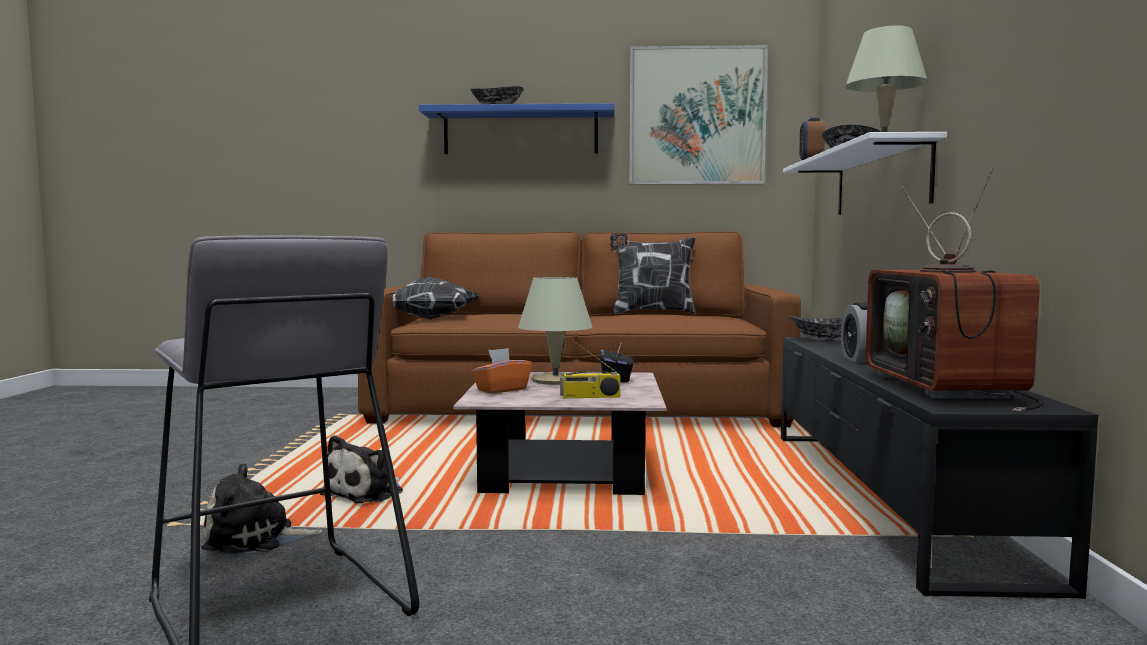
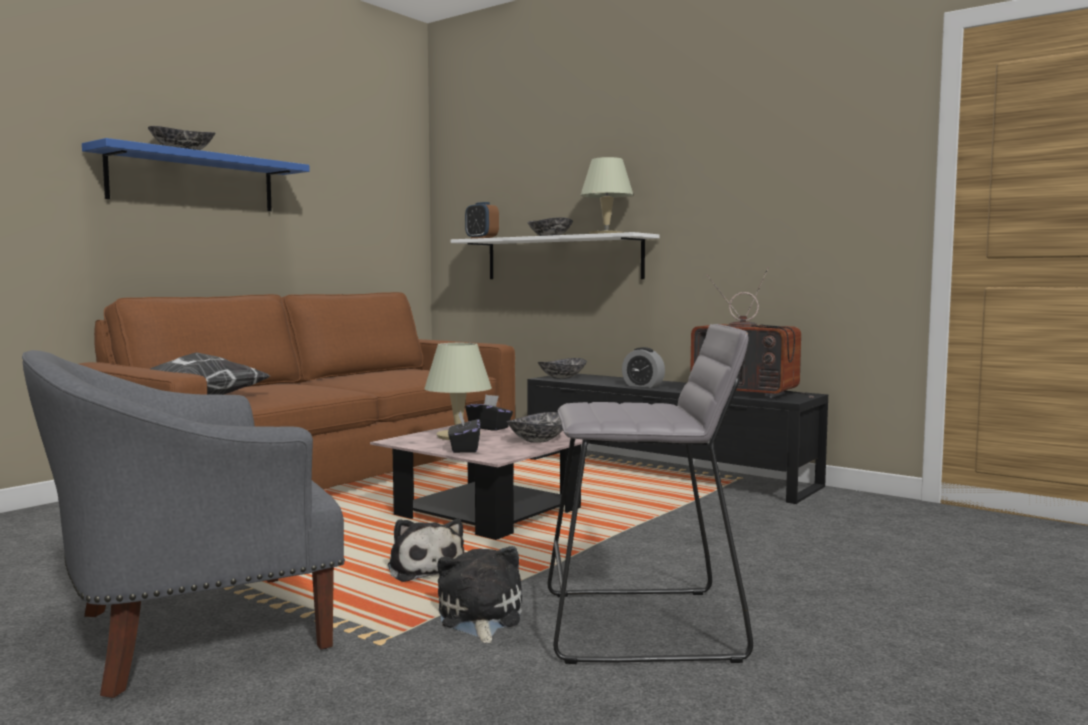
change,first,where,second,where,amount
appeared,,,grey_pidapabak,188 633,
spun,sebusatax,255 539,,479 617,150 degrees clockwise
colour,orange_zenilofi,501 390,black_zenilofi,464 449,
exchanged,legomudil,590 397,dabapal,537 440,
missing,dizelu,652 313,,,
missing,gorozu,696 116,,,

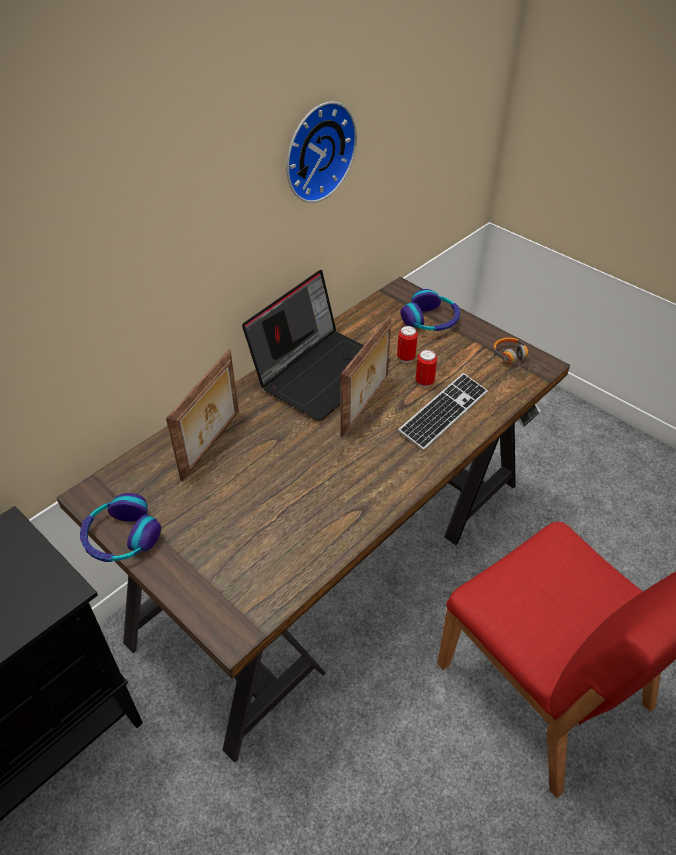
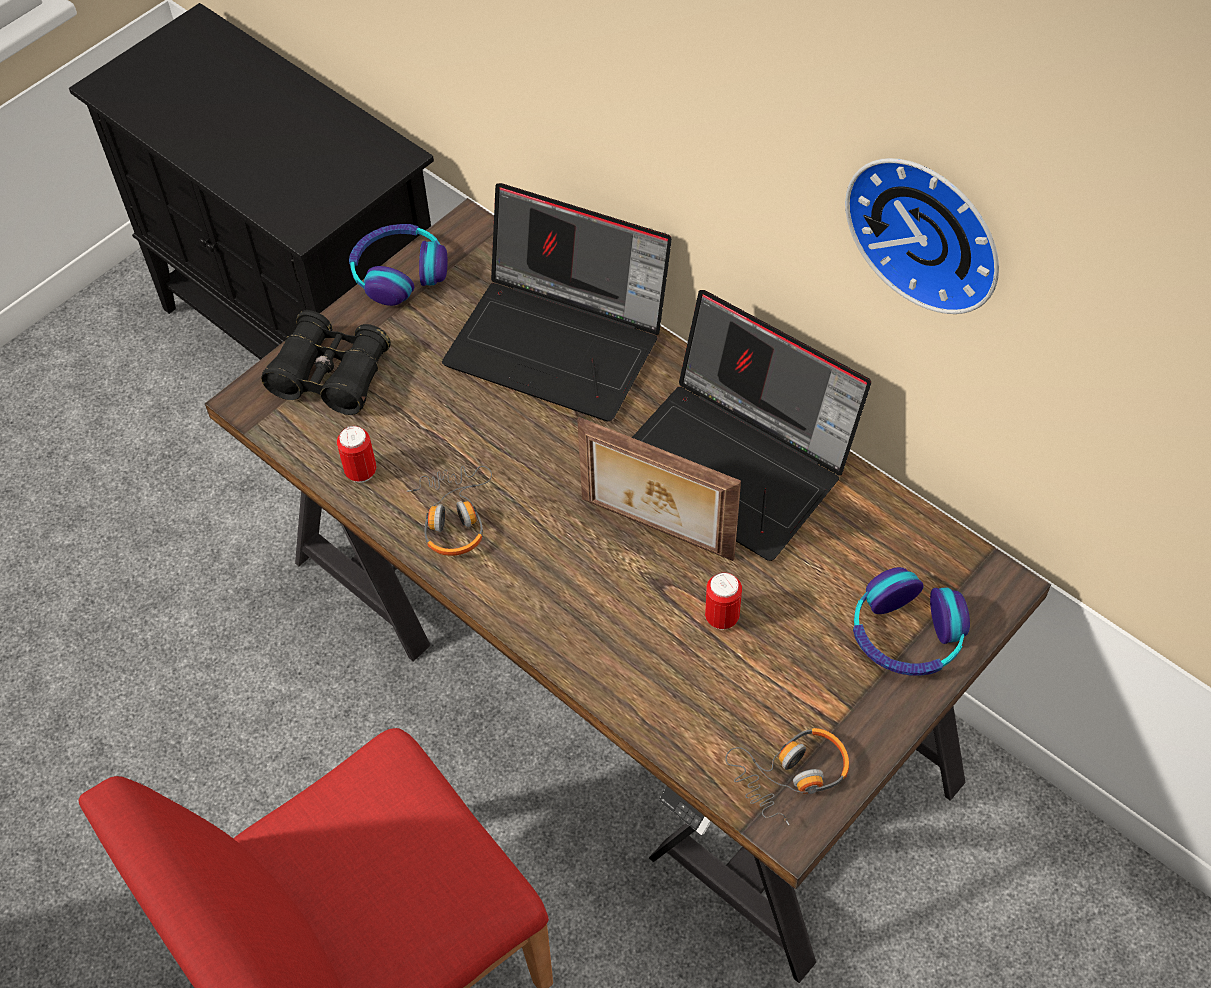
change,first,where,second,where,amount
appeared,,,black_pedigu,330 375,
relocated,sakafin,406 358,,361 472,
appeared,,,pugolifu,454 517,
exchanged,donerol,212 445,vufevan,561 341,
missing,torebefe,443 413,,,

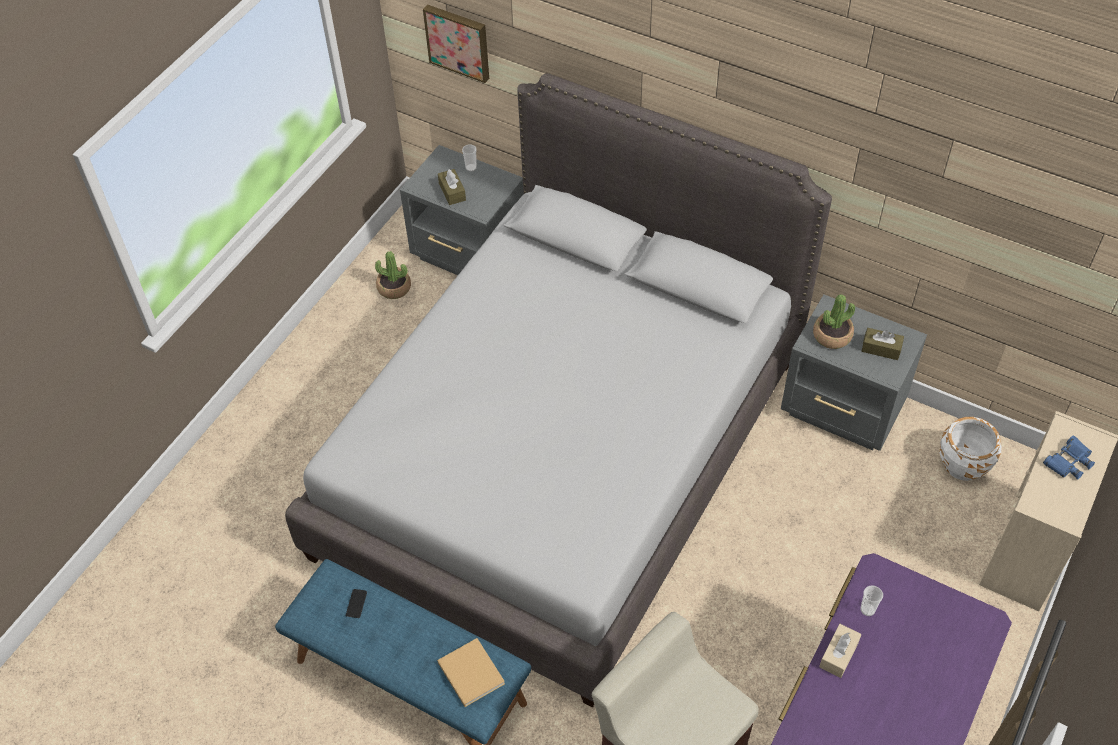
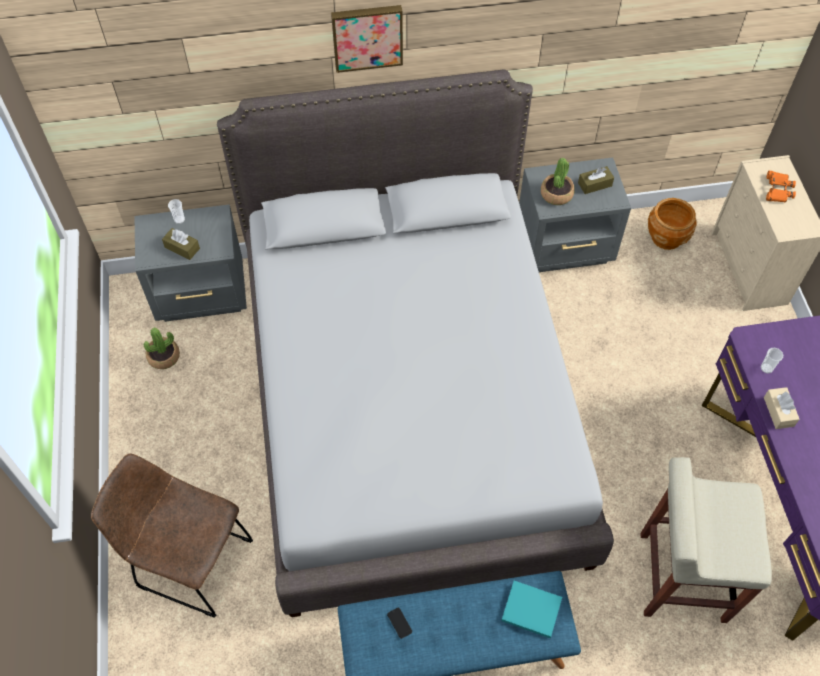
change,first,where,second,where,amount
appeared,,,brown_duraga,190 561,
relocated,gorozu,458 41,,367 36,
colour,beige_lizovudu,470 671,turquoise_lizovudu,529 609,
colour,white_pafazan,963 464,brown_pafazan,666 237,
colour,blue_pedigu,1068 461,orange_pedigu,778 190,

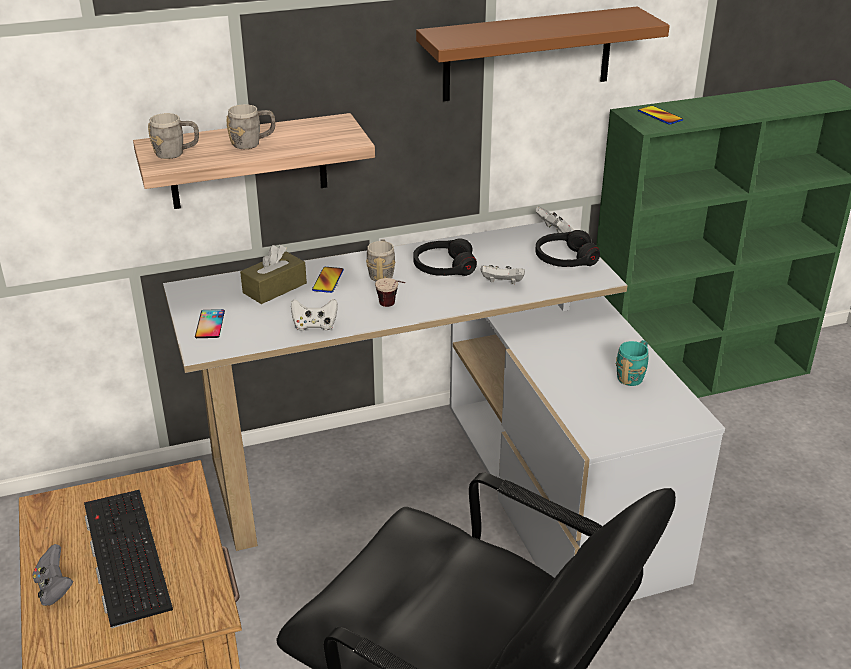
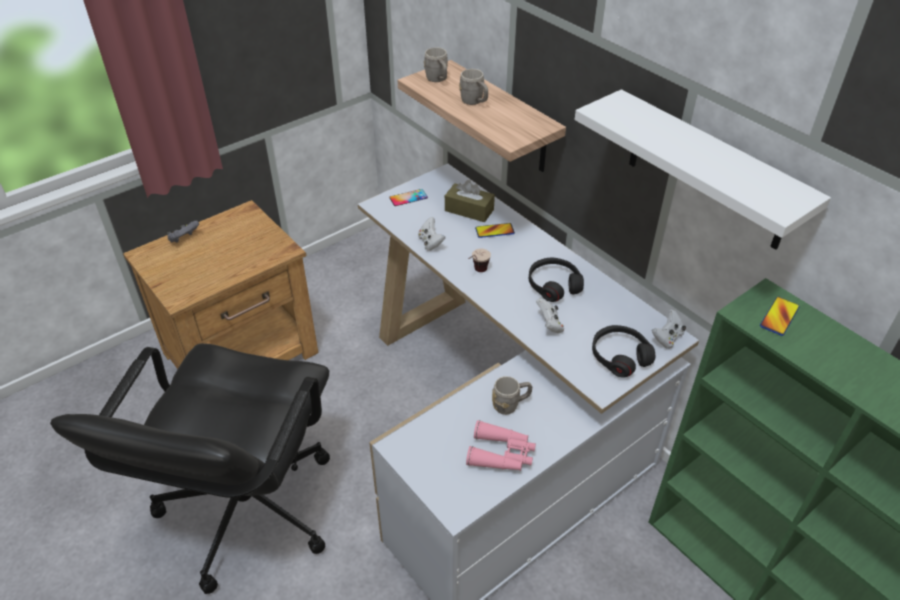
change,first,where,second,where,amount
exchanged,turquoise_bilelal,632 375,pink_pedigu,502 454,
relocated,grey_bilelal,381 273,,511 405,
colour,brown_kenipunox,528 54,white_kenipunox,707 171,
missing,torebefe,123 554,,,

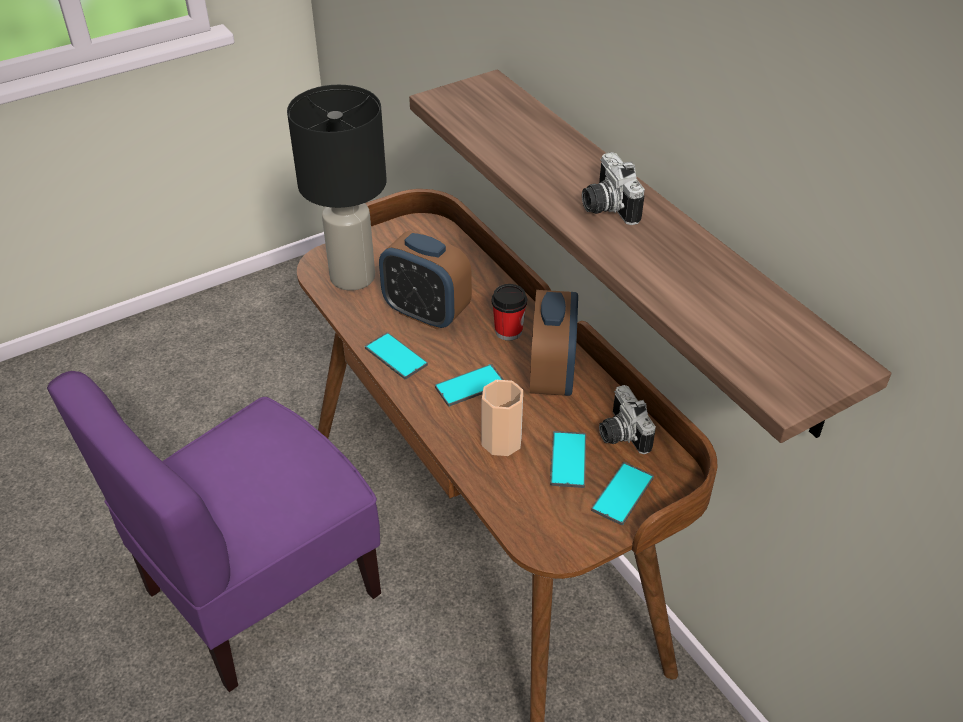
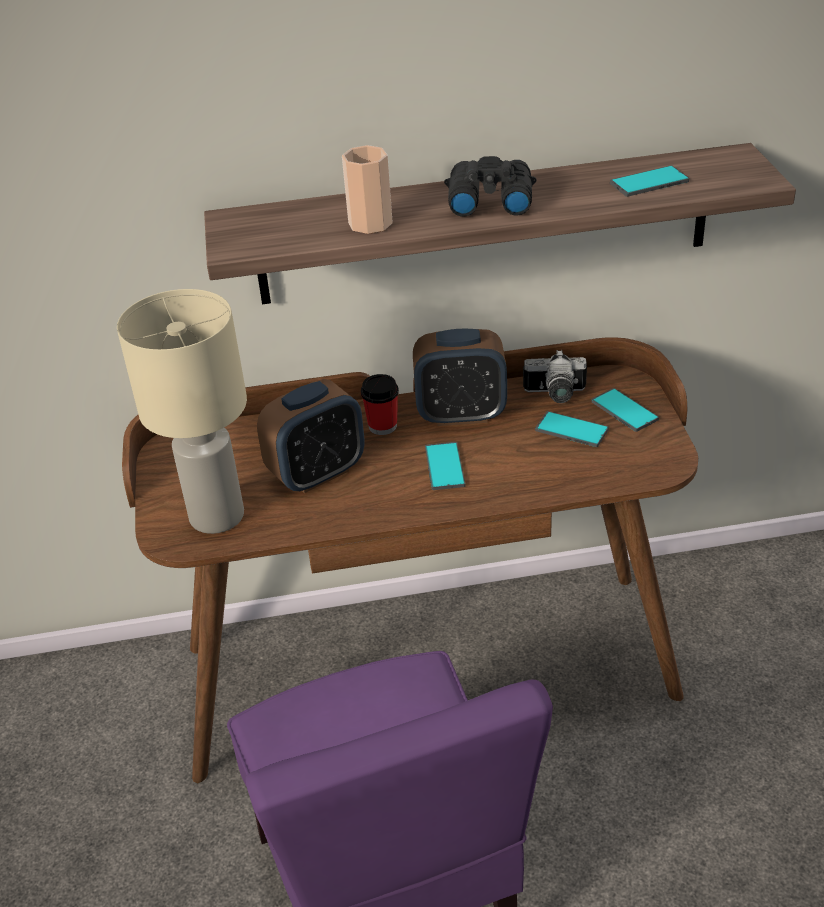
change,first,where,second,where,amount
colour,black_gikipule,354 277,beige_gikipule,217 515,
relocated,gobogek,501 441,,370 223,
spun,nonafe,551 376,,461 414,150 degrees clockwise
exchanged,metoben,605 207,black_pedigu,488 200,
relocated,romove,396 356,,649 182,

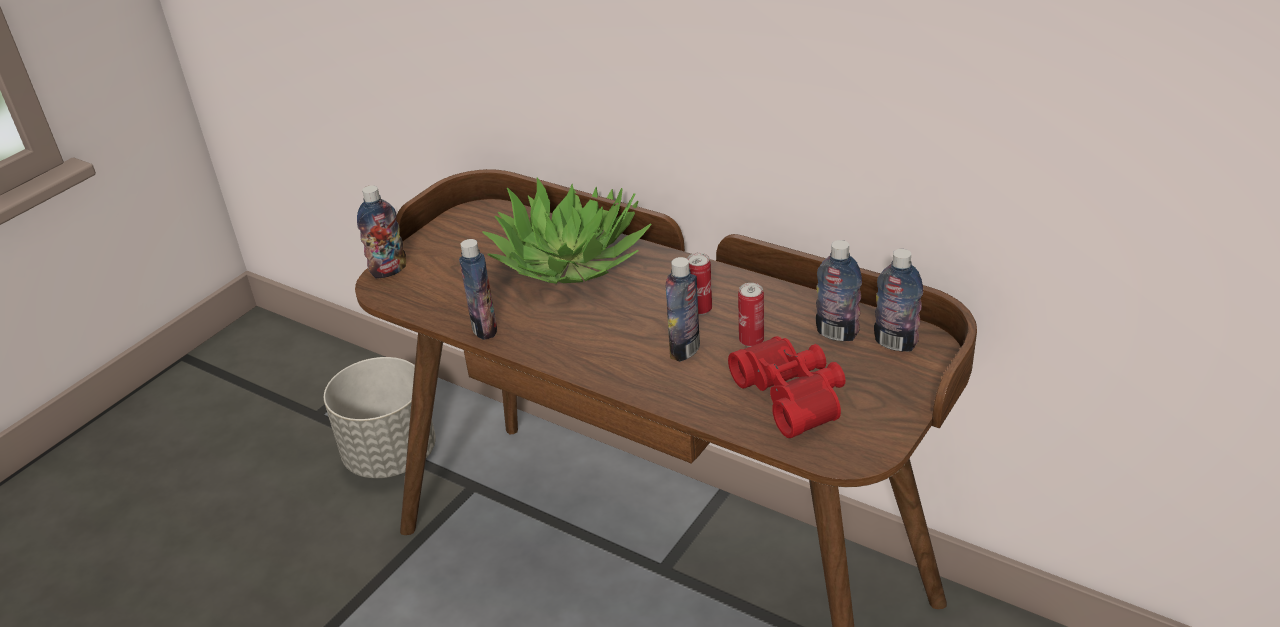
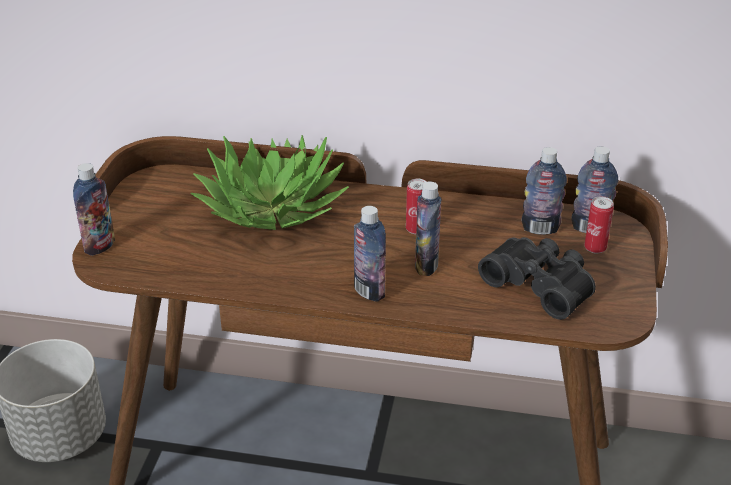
change,first,where,second,where,amount
relocated,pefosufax,484 328,,369 291,
colour,red_pedigu,793 395,black_pedigu,540 285,
relocated,sakafin,751 341,,595 248,

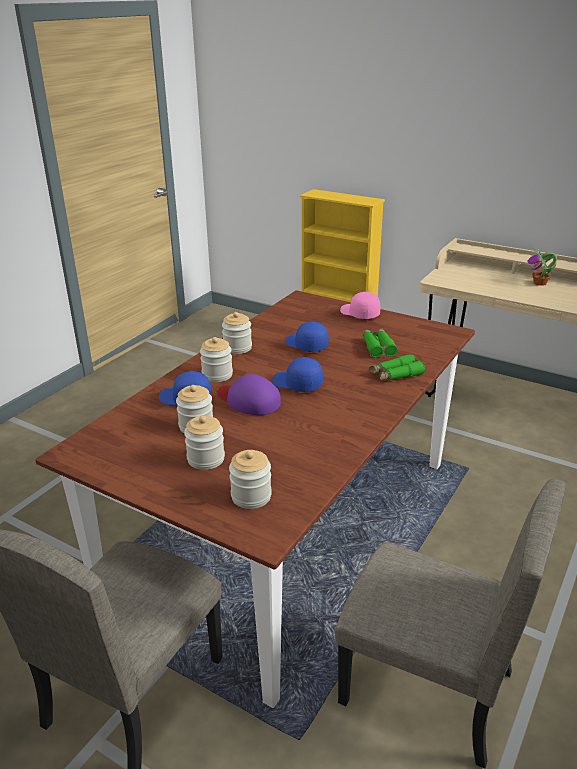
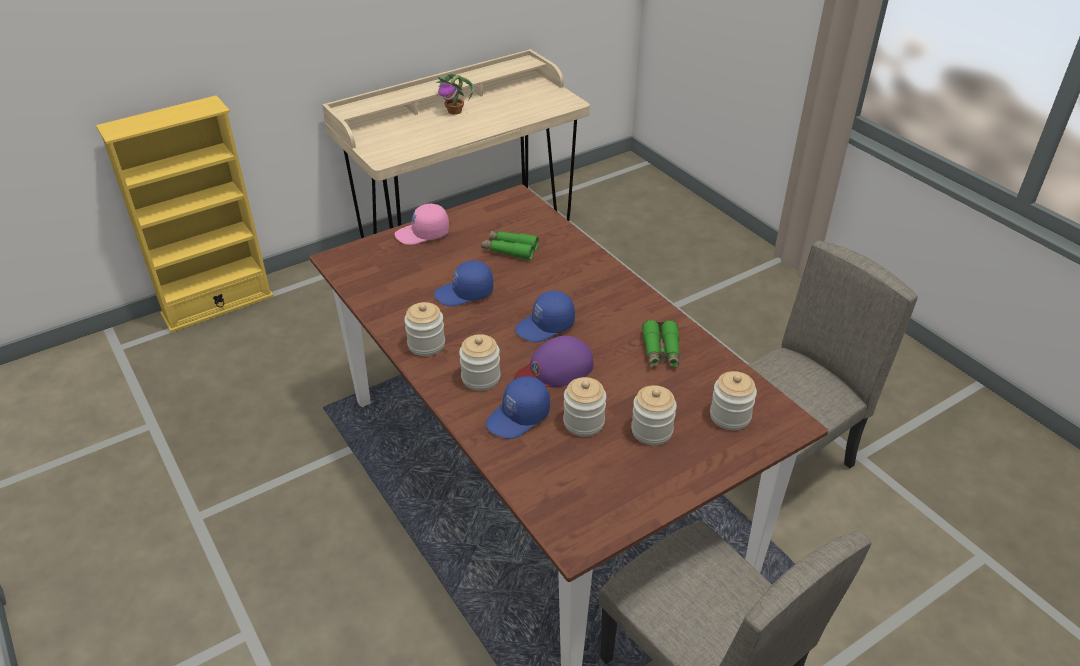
change,first,where,second,where,amount
relocated,green_pedigu,395 375,,661 351,

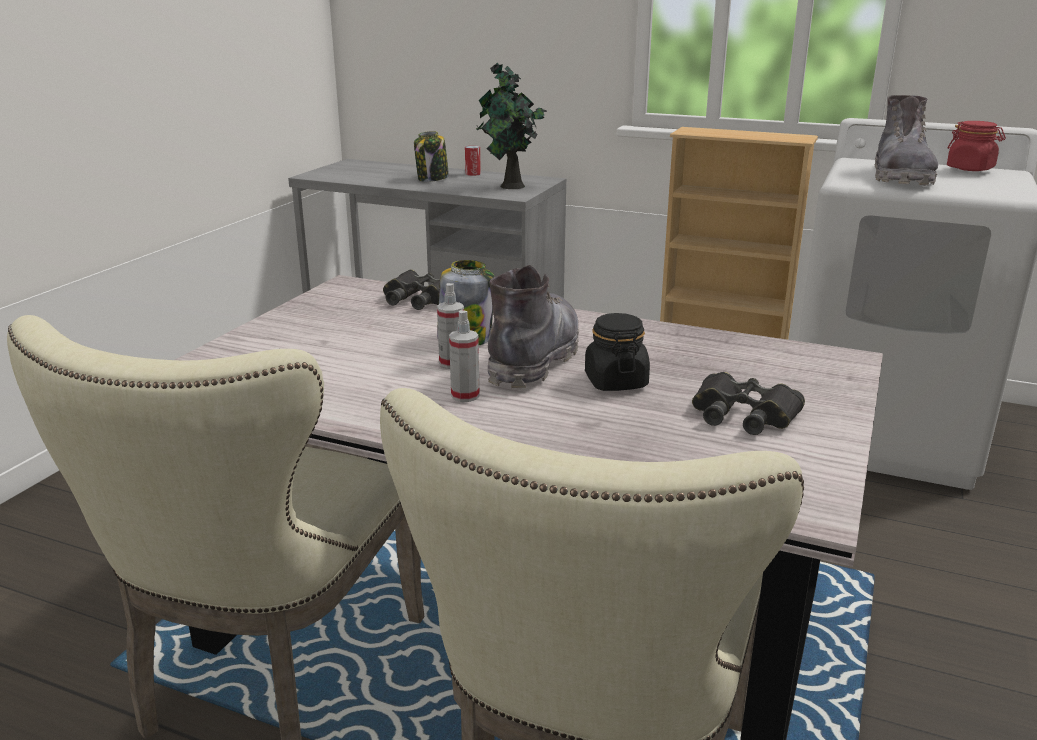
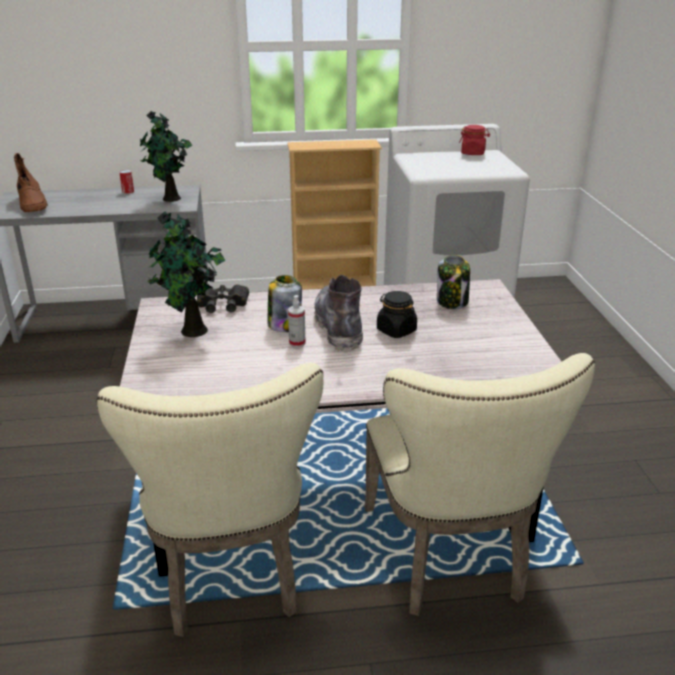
change,first,where,second,where,amount
appeared,,,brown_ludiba,33 204,
appeared,,,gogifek,192 332,
relocated,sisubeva,432 179,,452 302,
missing,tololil,465 396,,,
missing,black_pedigu,743 414,,,
missing,grey_ludiba,900 177,,,

